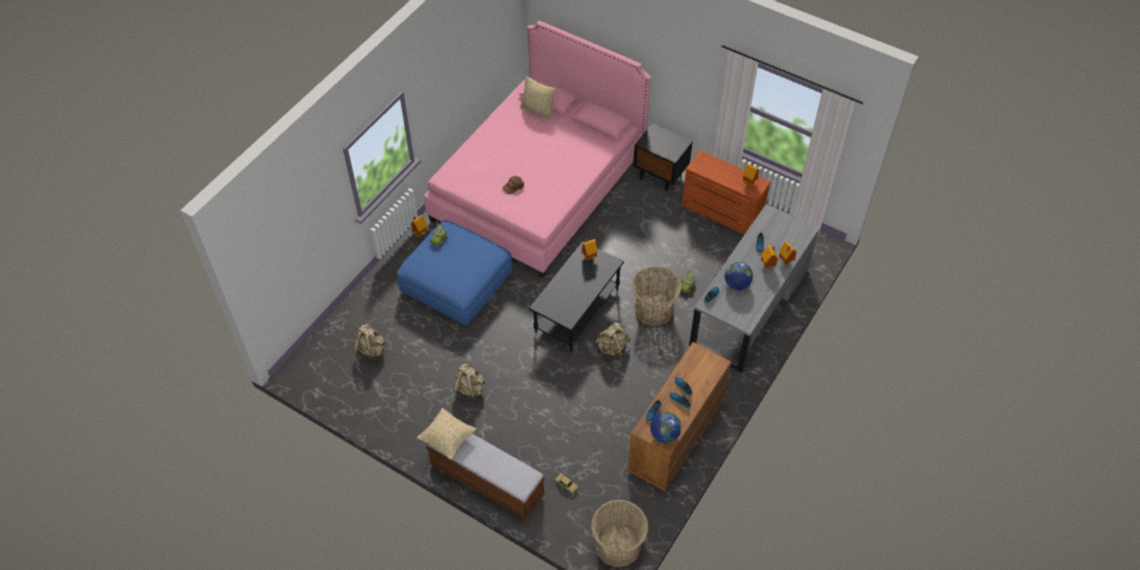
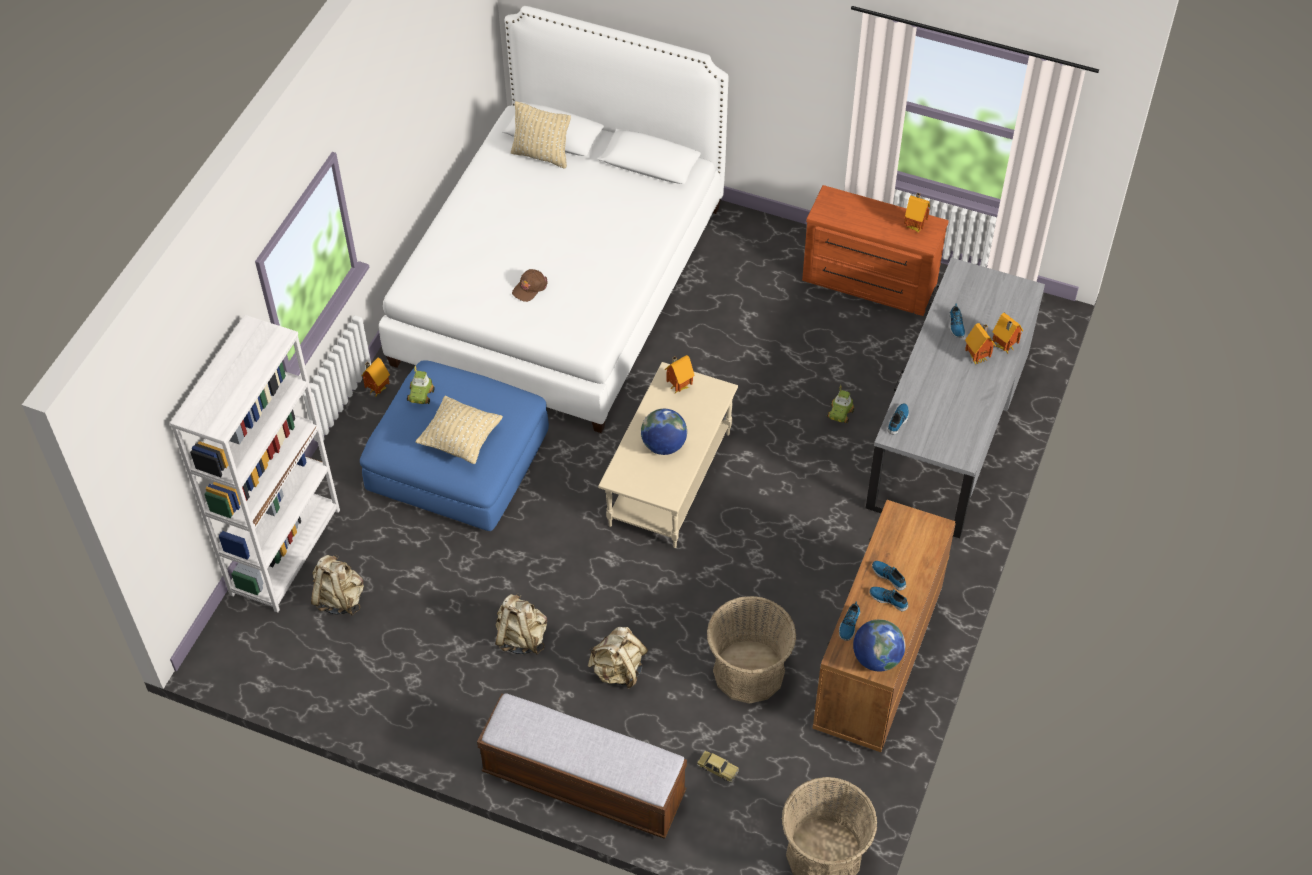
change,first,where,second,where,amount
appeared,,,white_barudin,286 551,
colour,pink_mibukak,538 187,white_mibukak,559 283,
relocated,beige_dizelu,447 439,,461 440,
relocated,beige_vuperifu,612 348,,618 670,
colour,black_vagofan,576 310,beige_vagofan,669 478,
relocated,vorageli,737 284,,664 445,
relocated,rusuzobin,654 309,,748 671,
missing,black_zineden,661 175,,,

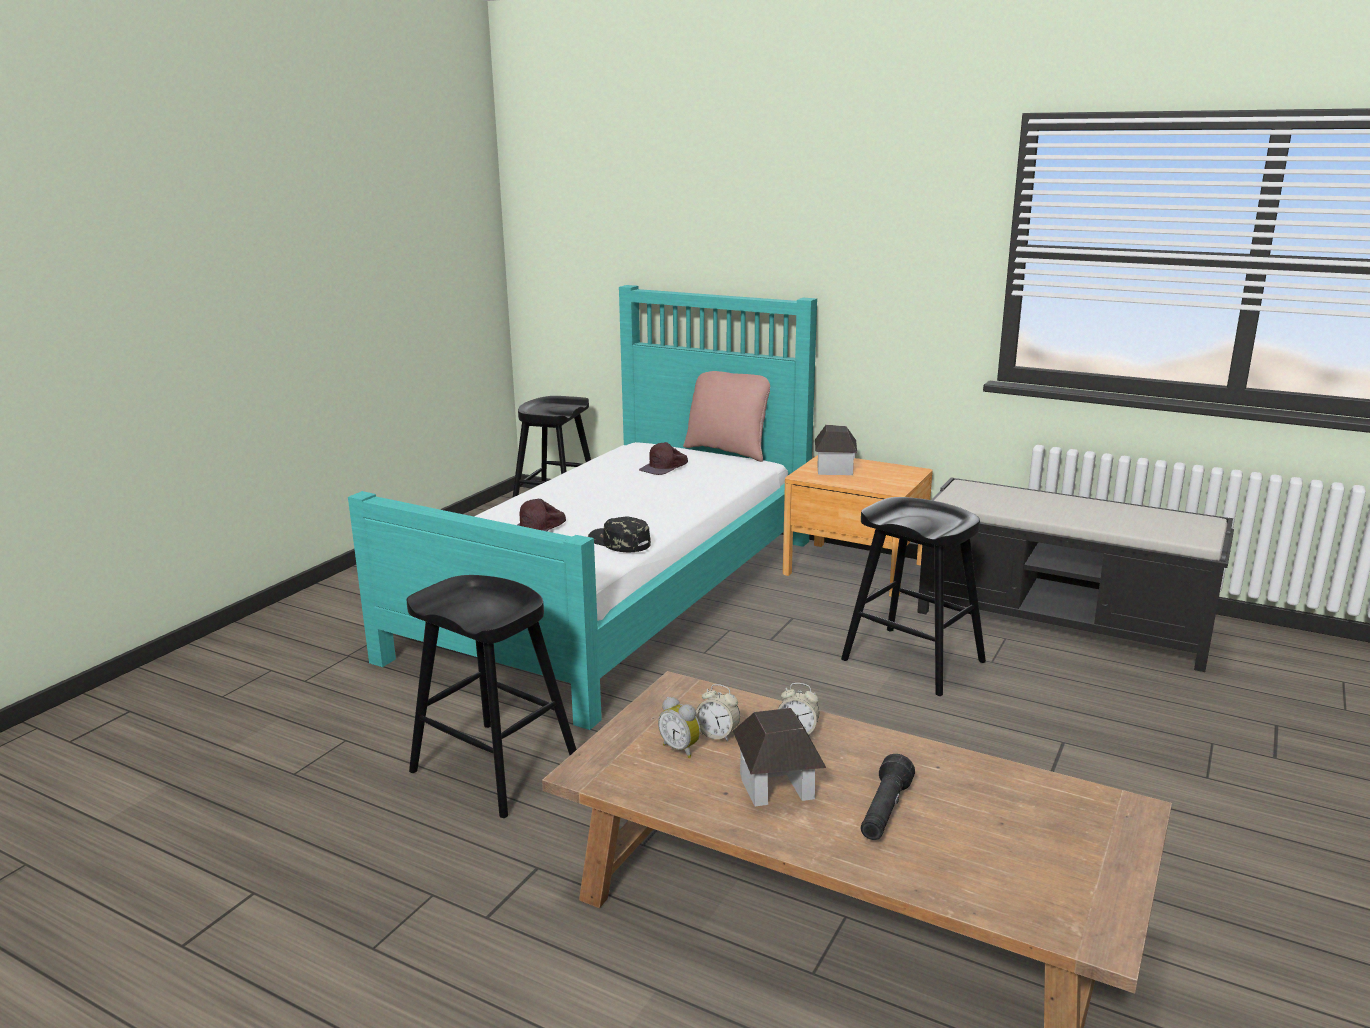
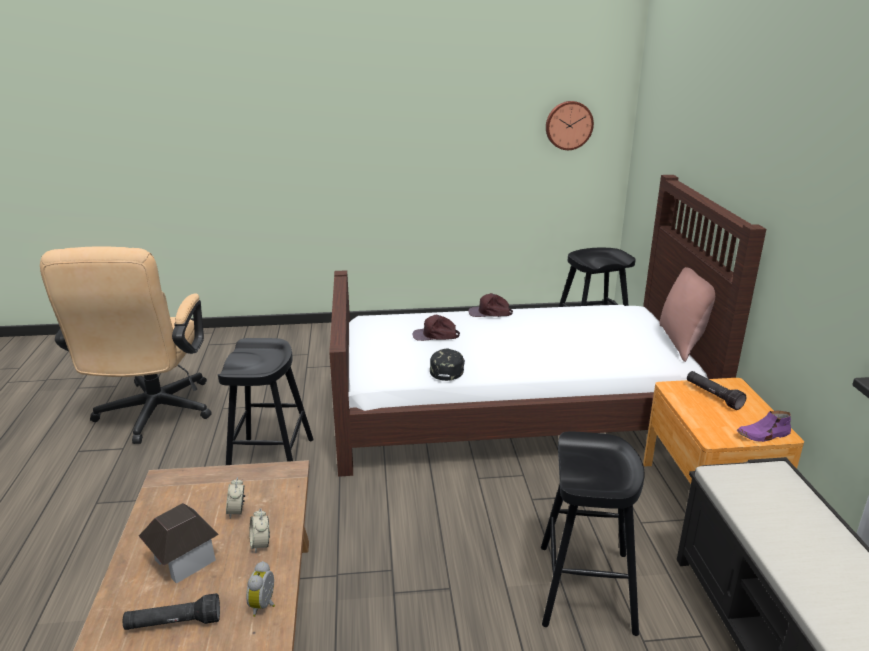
change,first,where,second,where,amount
appeared,,,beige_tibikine,152 416,
relocated,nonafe,681 749,,265 605,
colour,turquoise_mibukak,617 594,brown_mibukak,515 409,
relocated,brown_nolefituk,665 467,,490 313,
appeared,,,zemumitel,568 125,
exchanged,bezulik,834 469,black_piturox,713 396,
appeared,,,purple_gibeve,763 435,

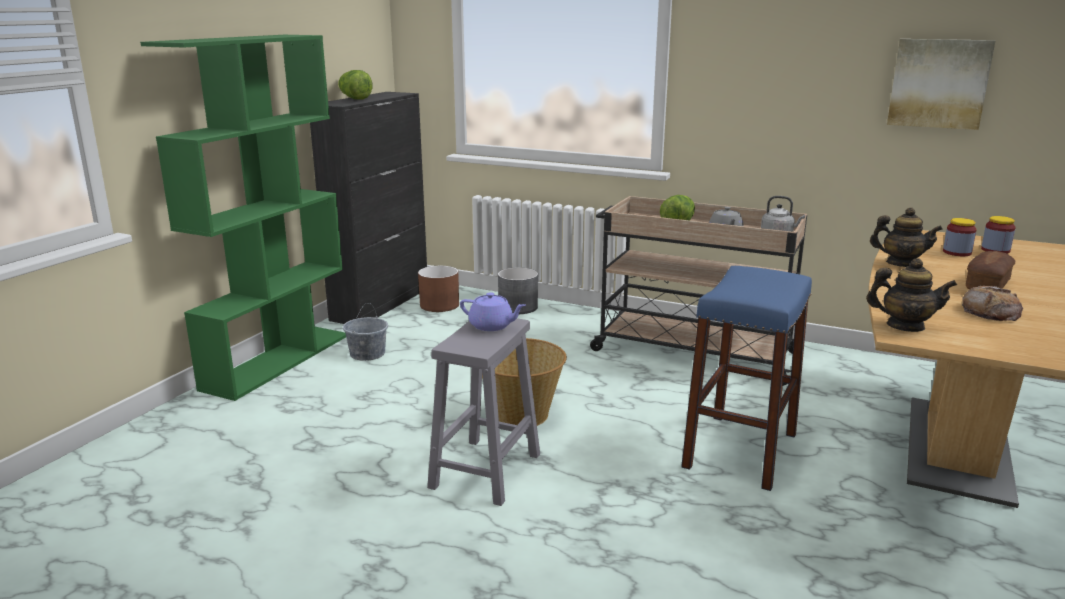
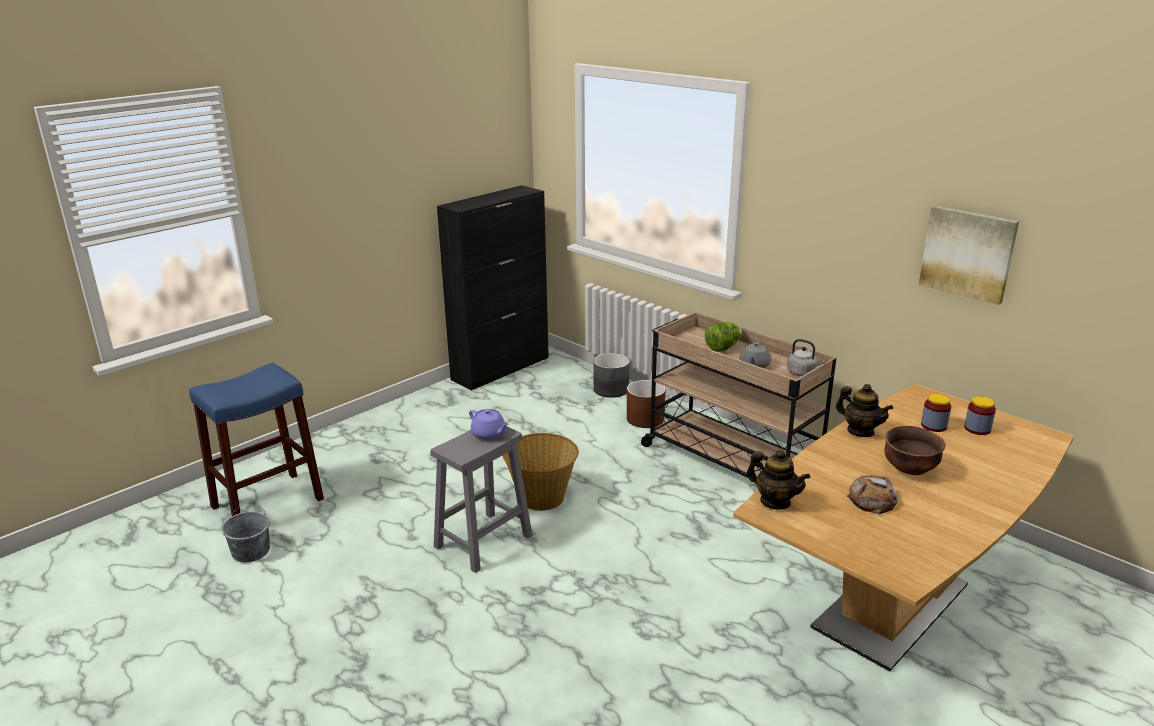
change,first,where,second,where,amount
relocated,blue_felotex,740 450,,268 503,
relocated,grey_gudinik,367 354,,251 551,
relocated,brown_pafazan,439 305,,644 419,
exchanged,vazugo,987 285,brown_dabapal,910 469,
missing,green_barudin,278 360,,,
missing,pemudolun,354 98,,,

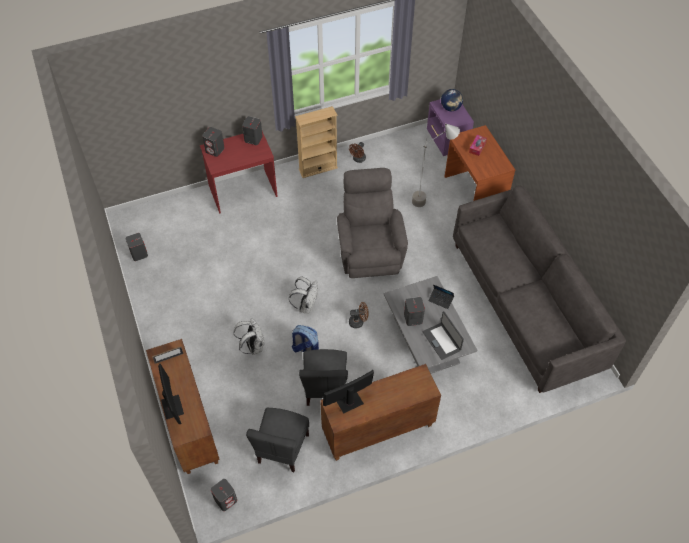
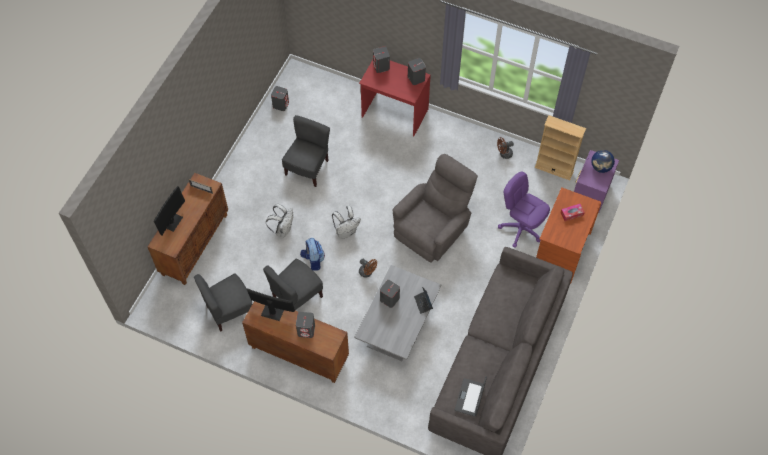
change,first,where,second,where,amount
appeared,,,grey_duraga,308 168,
relocated,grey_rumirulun,226 499,,306 330,
relocated,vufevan,442 341,,470 397,
exchanged,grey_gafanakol,430 200,purple_tibikine,521 228,
relocated,beige_barudin,318 168,,554 169,

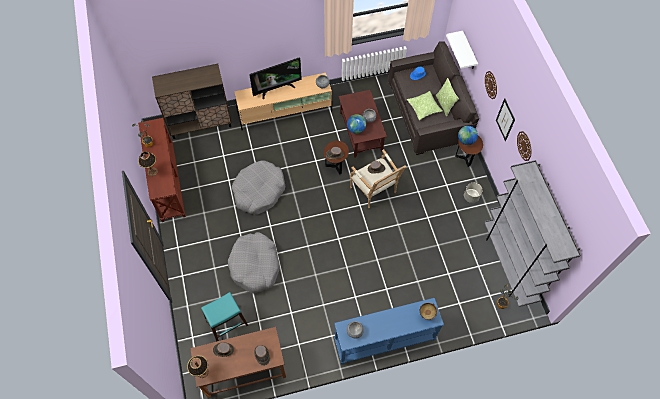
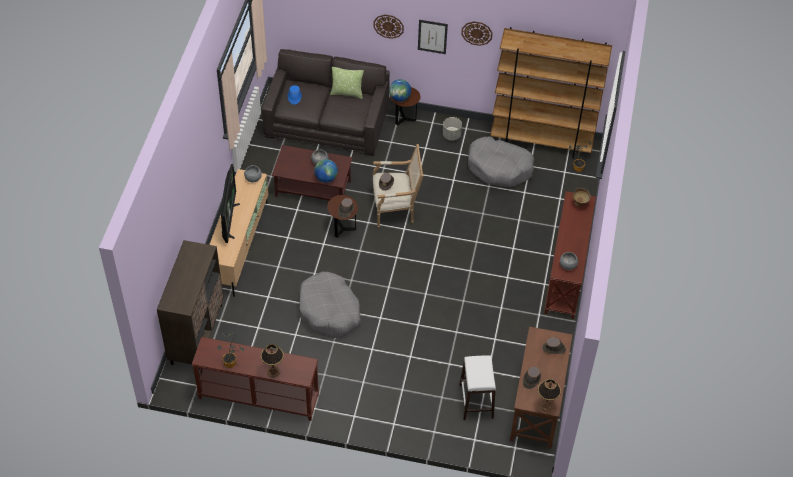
change,first,where,second,where,amount
colour,turquoise_felotex,227 323,white_felotex,475 401,
relocated,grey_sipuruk,255 266,,499 168,
colour,grey_barudin,509 264,brown_barudin,541 142,
colour,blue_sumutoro,384 340,brown_sumutoro,567 273,
missing,dizelu,423 108,,,
missing,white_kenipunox,469 52,,,

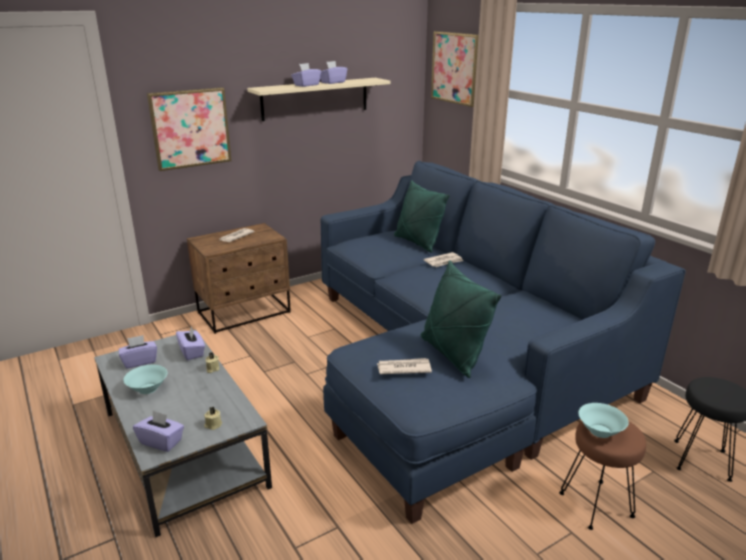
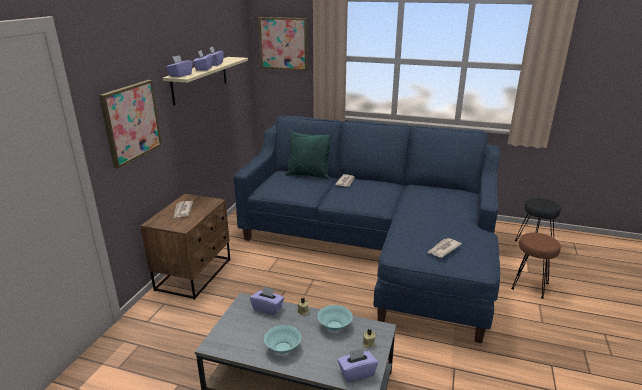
change,first,where,second,where,amount
relocated,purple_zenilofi,140 361,,180 75,
relocated,turquoise_dabapal,599 431,,334 326,
missing,green_dizelu,453 354,,,

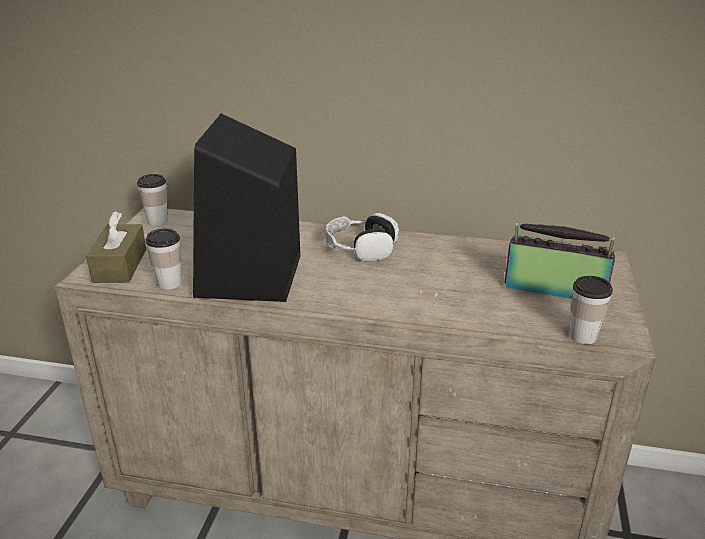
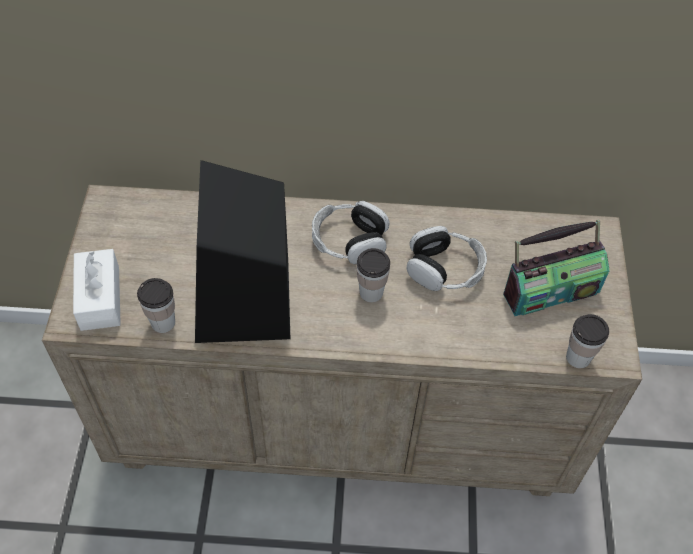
change,first,where,second,where,amount
colour,brown_zenilofi,120 265,white_zenilofi,100 298,
relocated,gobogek,157 221,,371 292,
appeared,,,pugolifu,445 269,
spun,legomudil,554 290,,550 291,150 degrees clockwise

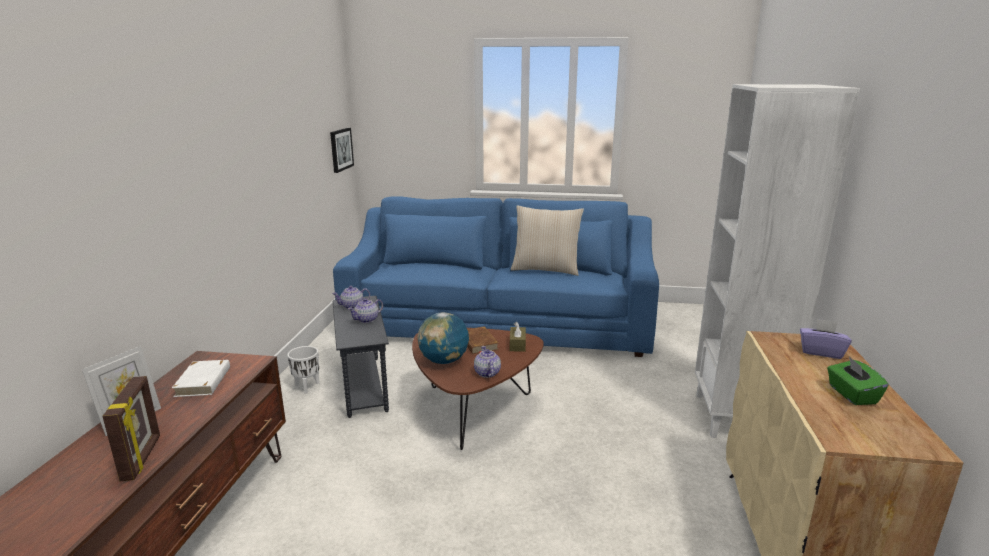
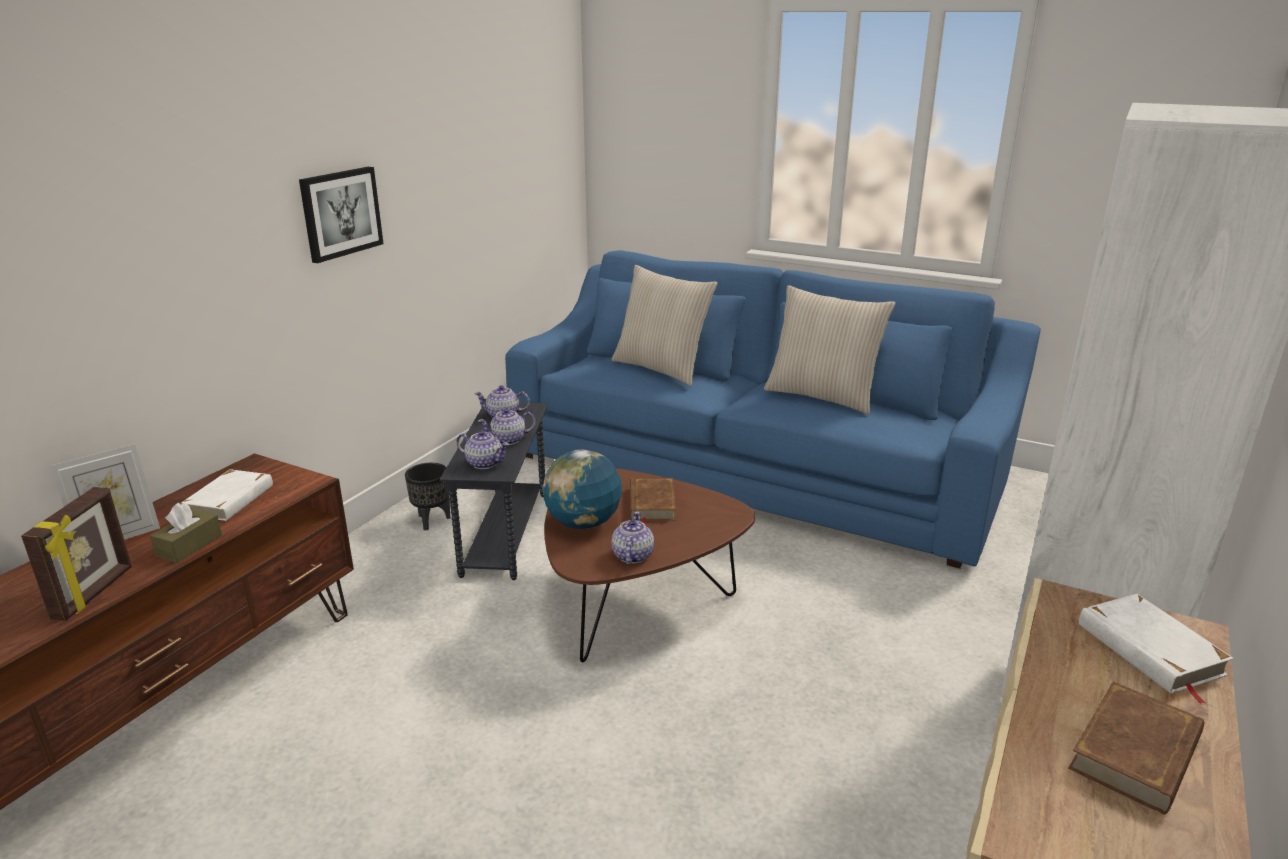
change,first,where,second,where,amount
relocated,brown_zenilofi,517 344,,189 545,
relocated,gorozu,341 149,,340 213,
colour,white_pafazan,307 387,black_pafazan,432 520,
appeared,,,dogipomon,484 463,
appeared,,,beige_dizelu,661 368,
exchanged,green_zenilofi,851 395,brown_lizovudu,1136 753,
exchanged,purple_zenilofi,821 352,white_lizovudu,1149 650,

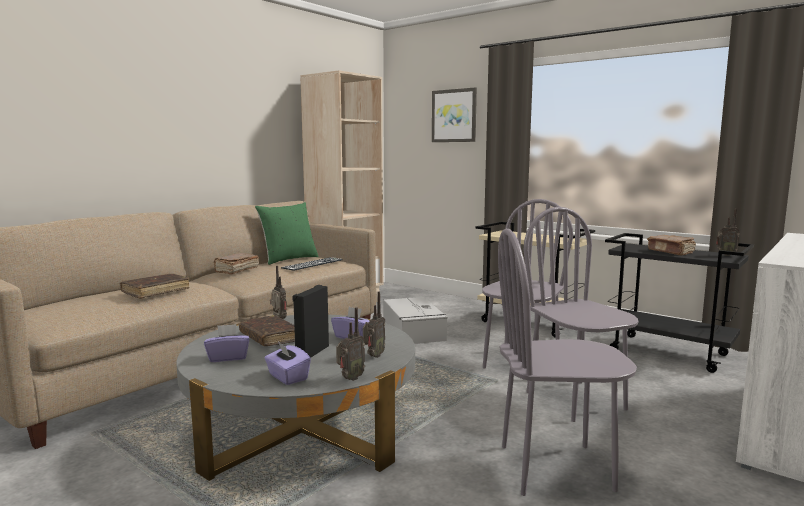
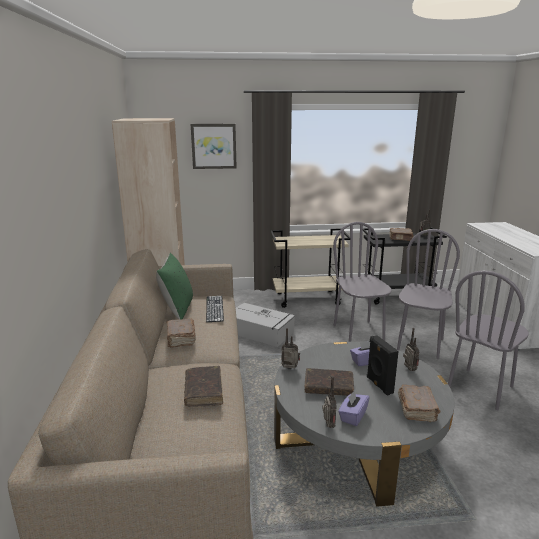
change,first,where,second,where,amount
relocated,legomudil,350 379,,328 426,
spun,grey_duraga,576 400,,419 345,90 degrees clockwise
exchanged,purple_zenilofi,287 377,brown_lizovudu,417 409,

